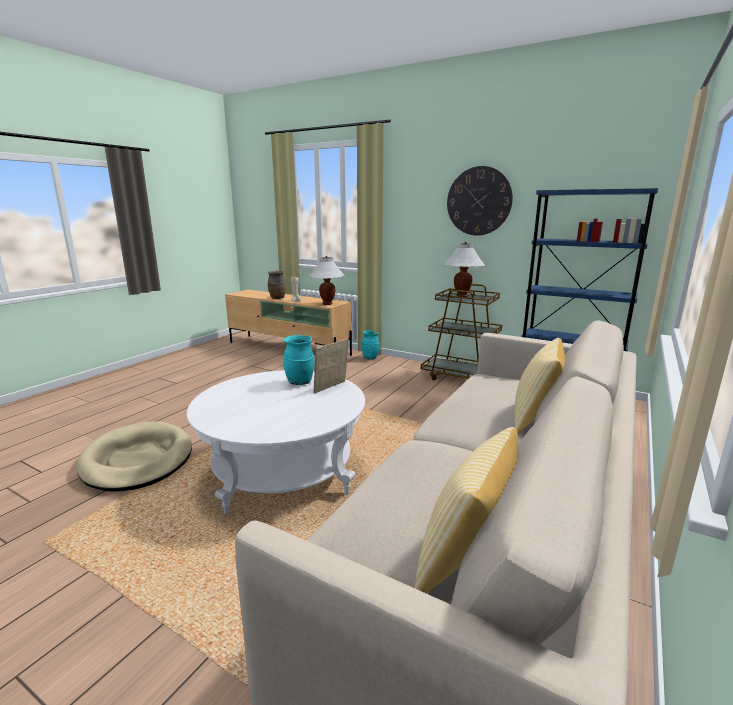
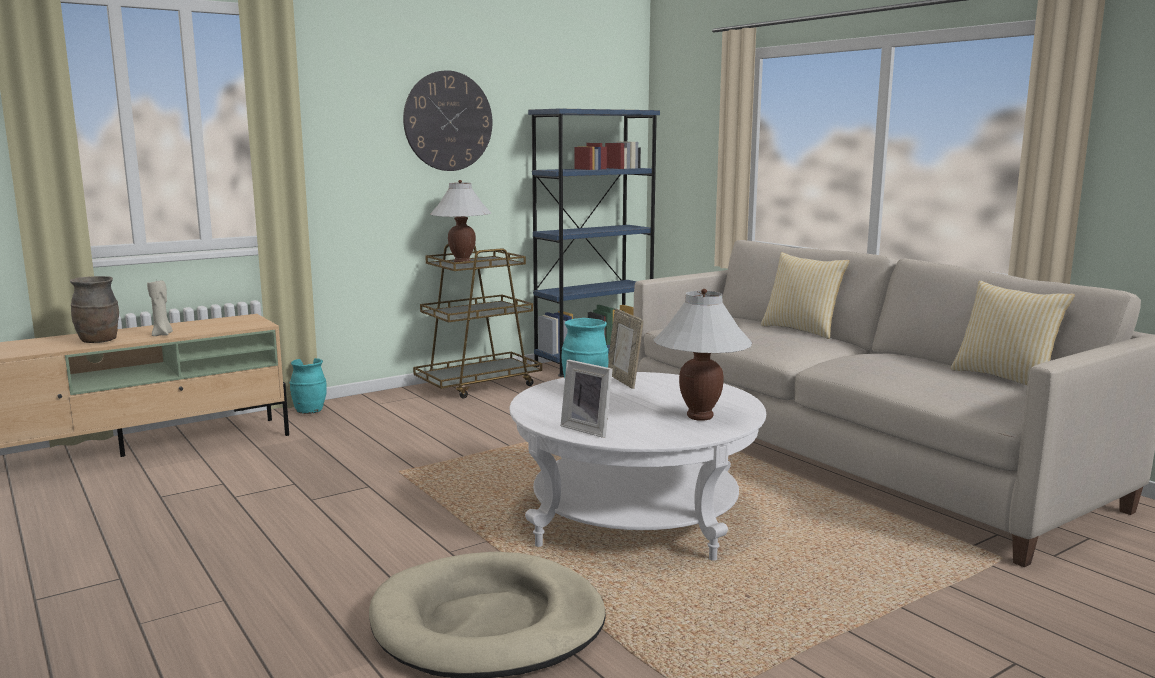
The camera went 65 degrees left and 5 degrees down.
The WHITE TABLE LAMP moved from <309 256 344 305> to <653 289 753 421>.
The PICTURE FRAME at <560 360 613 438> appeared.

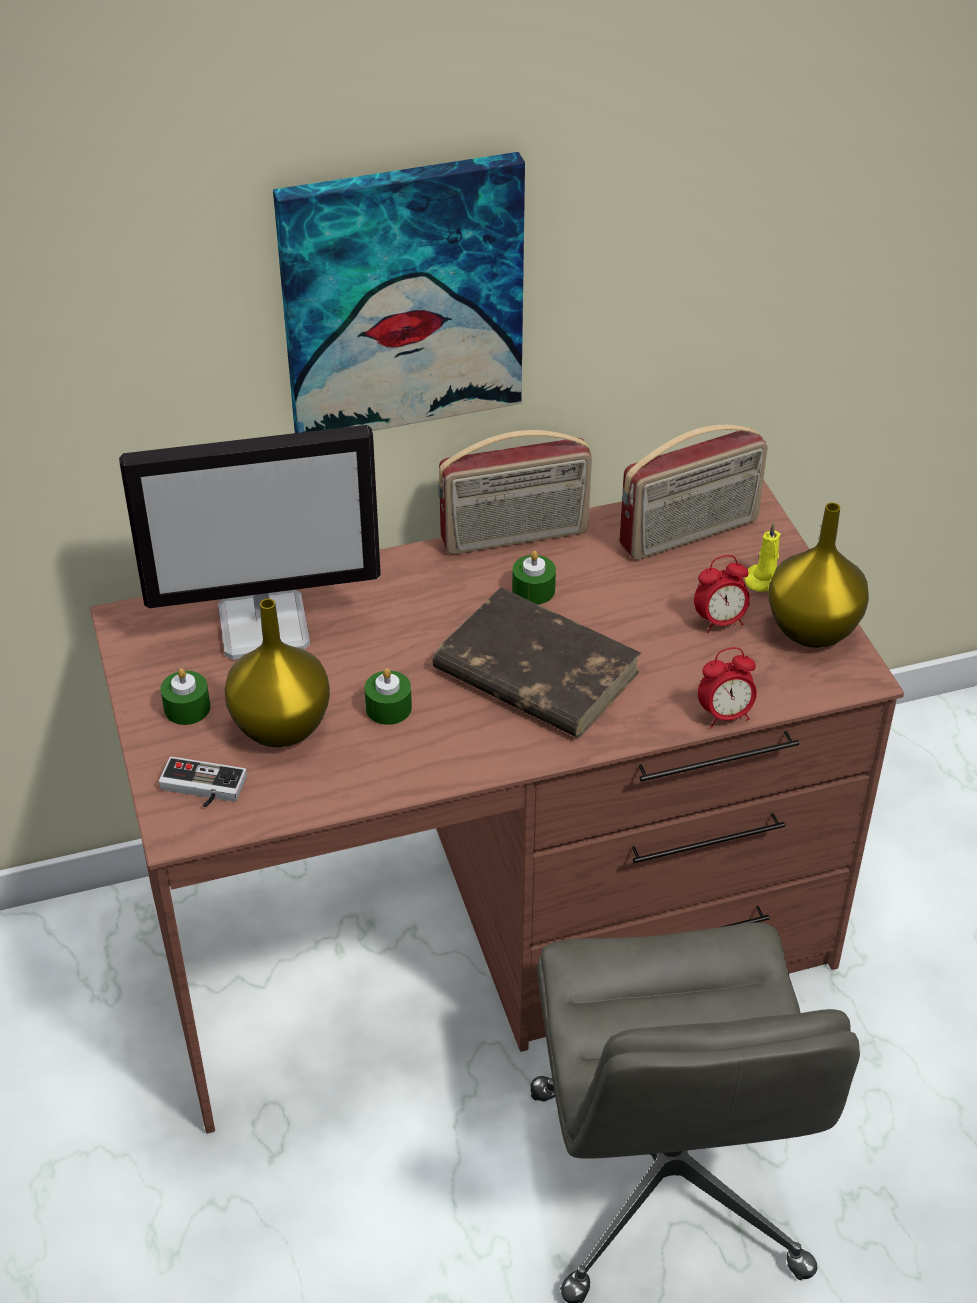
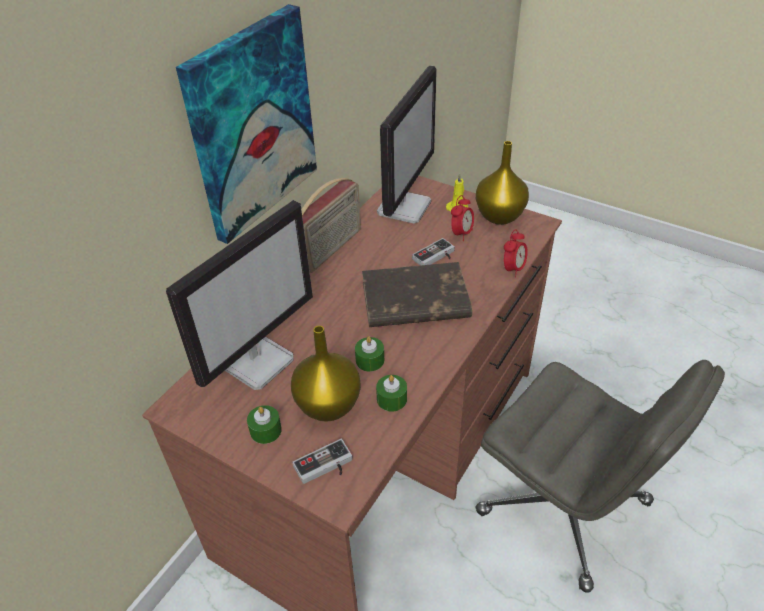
The camera went 40 degrees left and 0 degrees up.
The GREEN CANDLE moved from <512 551 556 605> to <376 375 407 411>.
The RADIO at <619 425 768 560> was replaced by the MONITOR at <377 66 437 223>.
The GAME CONTROLLER at <412 238 455 266> appeared.

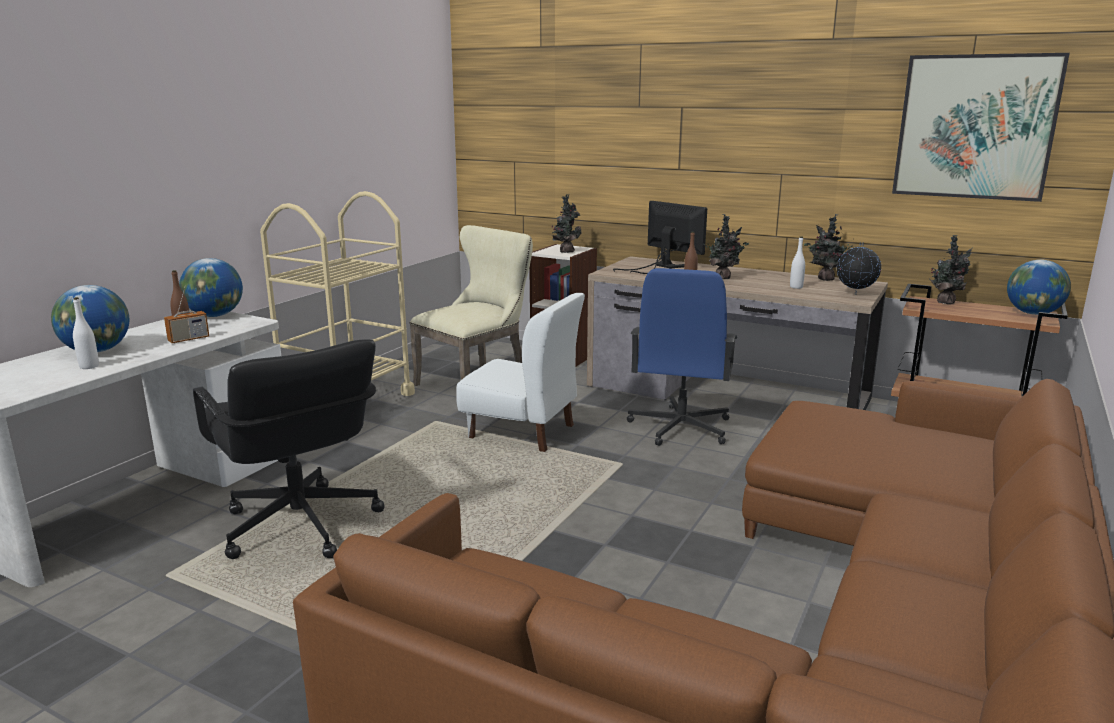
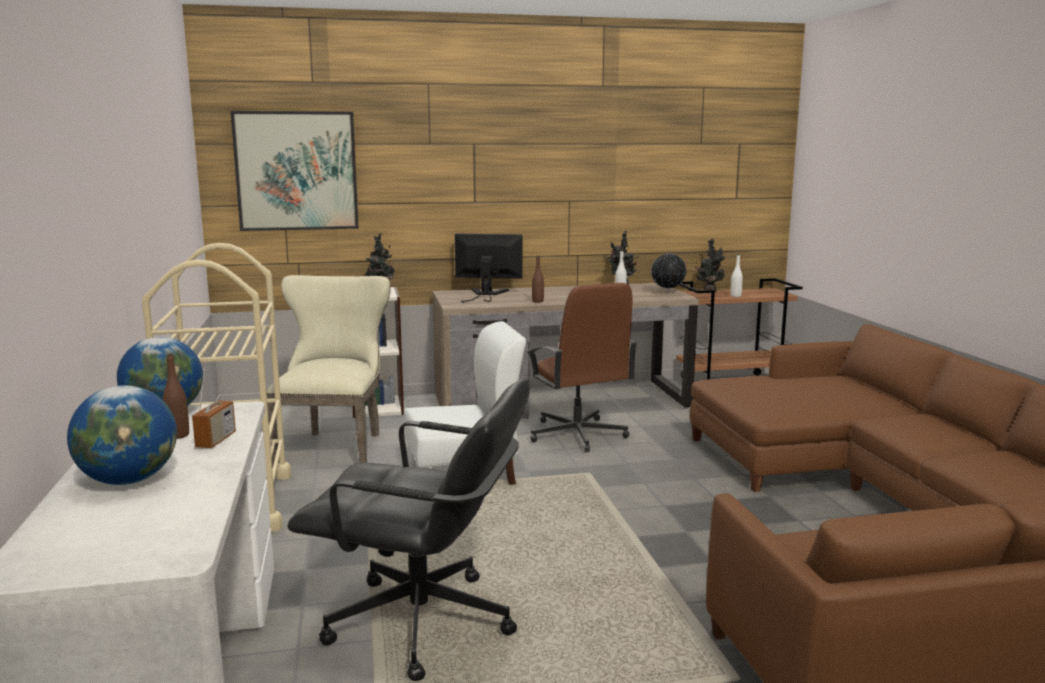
The camera went 40 degrees left and 5 degrees down.
The WHITE BOTTLE moved from <73 297 99 369> to <731 254 743 297>.
The BLUE OFFICE CHAIR at <627 268 737 446> became the BROWN OFFICE CHAIR at <528 283 638 452>.
The POTTED PLANT at <703 214 749 279> disappeared.
The PICTURE moved from <892 53 1070 202> to <230 111 359 231>.
The GLOBE at <1007 260 1071 315> disappeared.

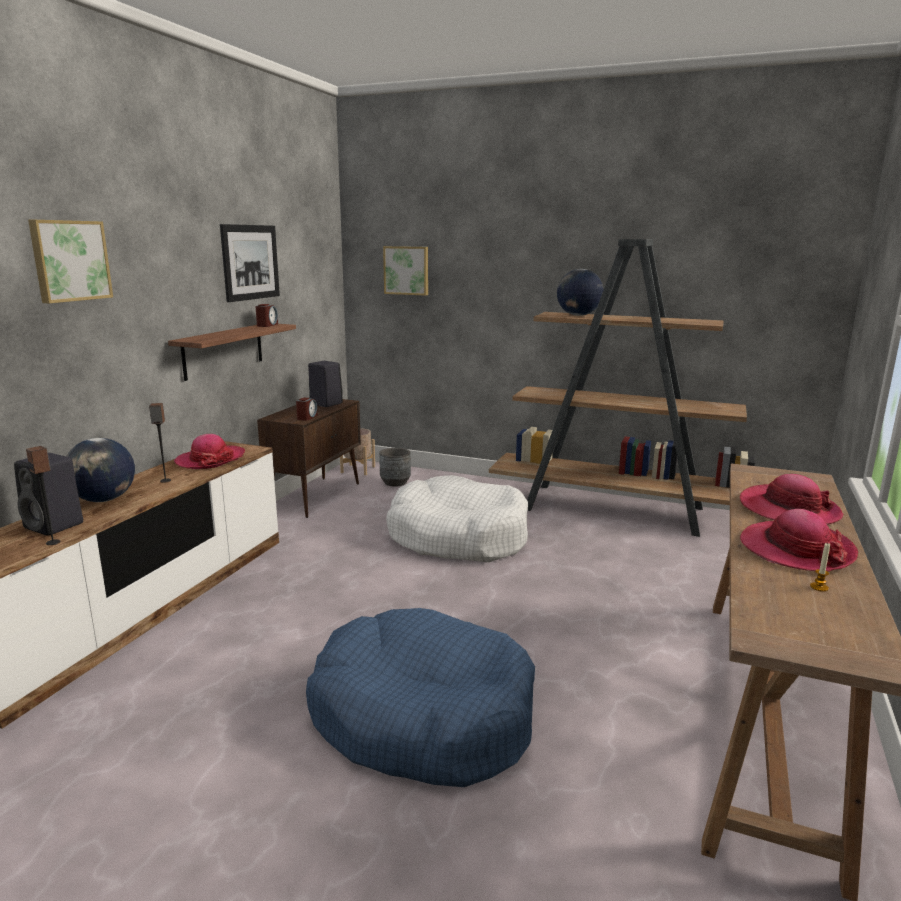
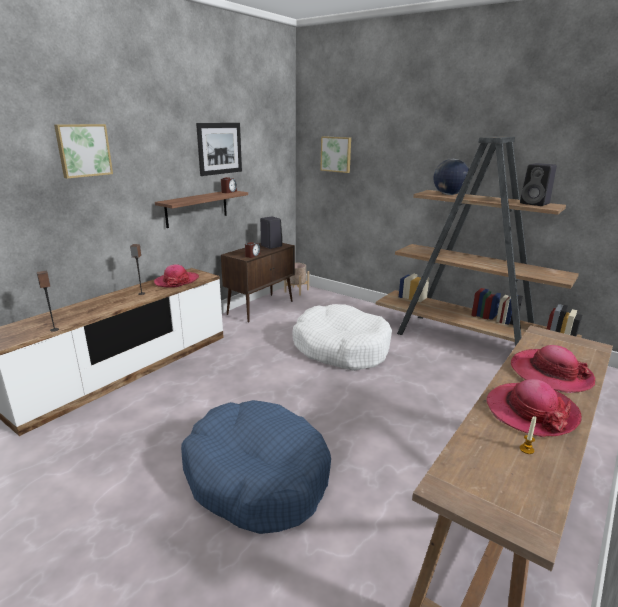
The camera went 15 degrees right and 5 degrees up.
The BLACK SPEAKER moved from <14 453 83 536> to <520 163 557 206>.
The GLOBE at <66 438 135 502> disappeared.
The GREY PLANTER at <379 448 411 487> disappeared.

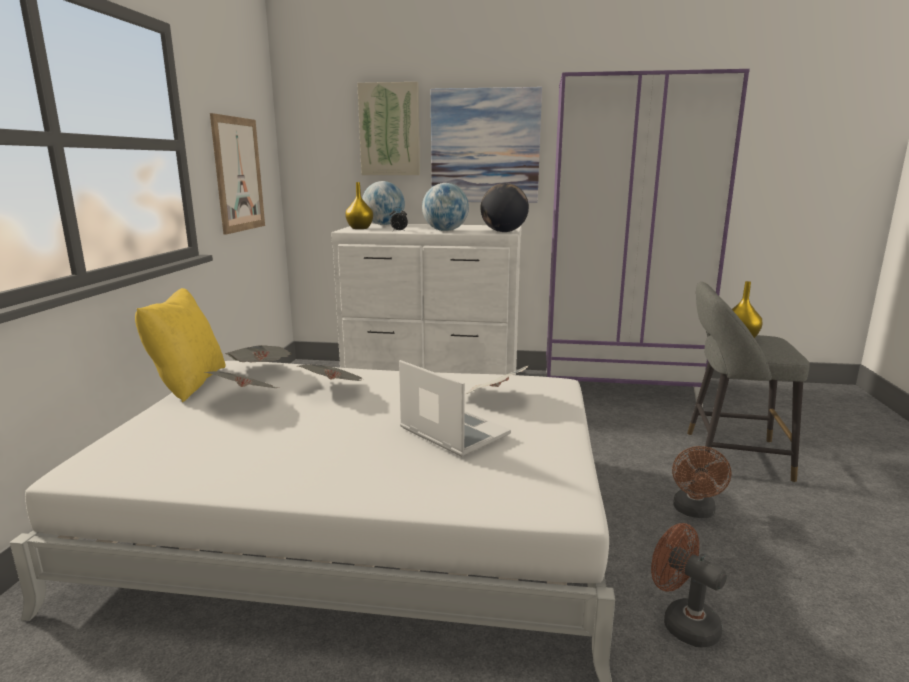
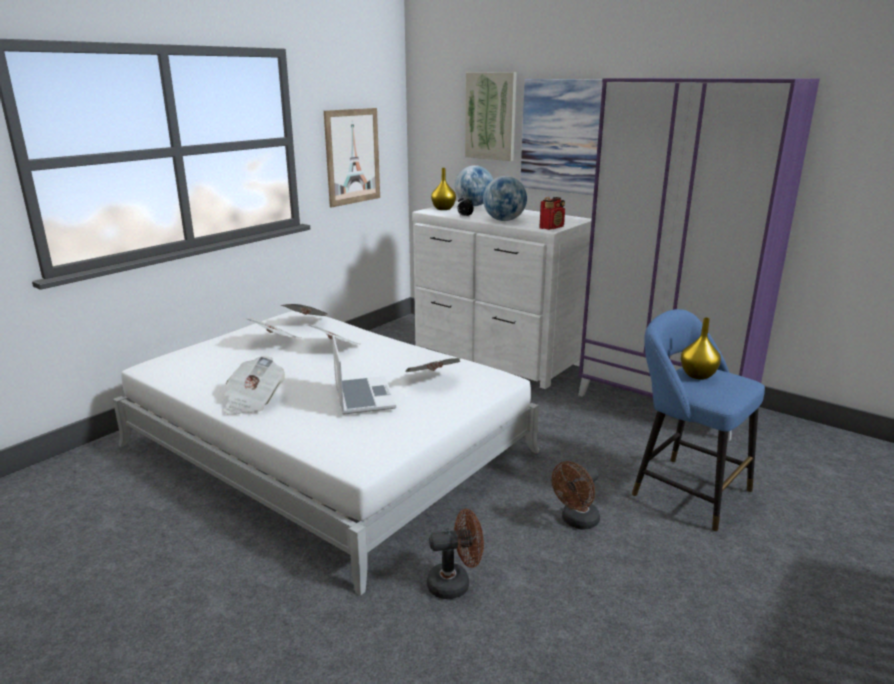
The camera went 30 degrees right and 5 degrees up.
The YELLOW PILLOW at <135 288 226 402> disappeared.
The GLOBE at <481 183 529 232> was replaced by the RADIO at <539 197 565 230>.
The BROWN FAN at <651 523 727 647> turned 90 degrees clockwise.
The GREY STOOL at <687 282 810 482> became the BLUE STOOL at <632 309 765 532>.
The NEWSPAPER at <224 356 285 415> appeared.

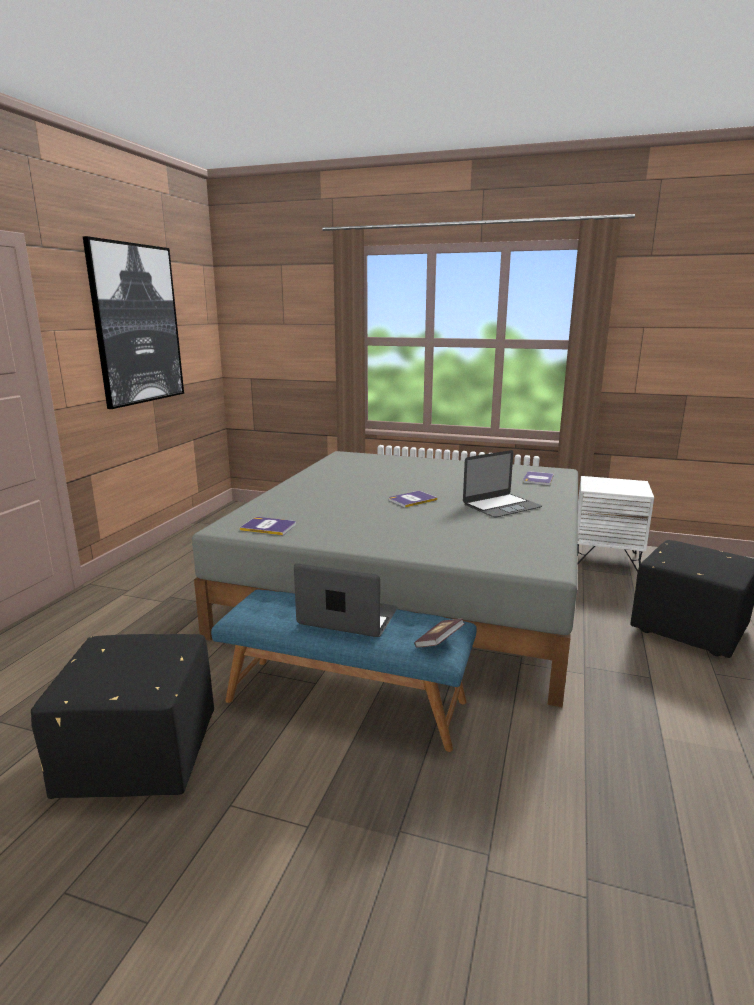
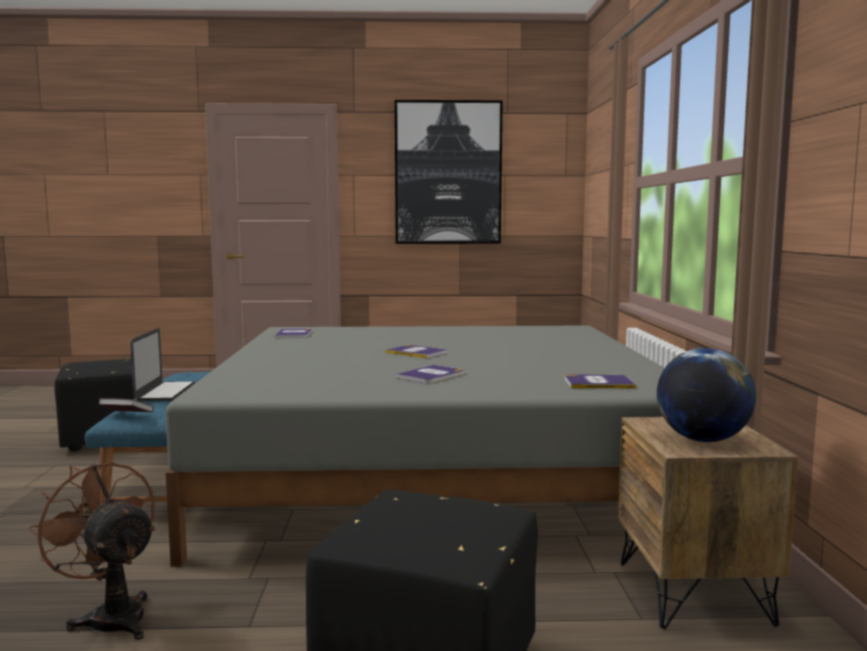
The camera went 70 degrees right and 10 degrees down.
The LAPTOP at <463 450 542 518> was replaced by the BOOK at <395 365 464 383>.
The WHITE NIGHTSTAND at <577 476 654 572> became the BROWN NIGHTSTAND at <618 417 798 629>.
The BROWN FAN at <28 459 156 640> appeared.
The GLOBE at <657 348 756 442> appeared.

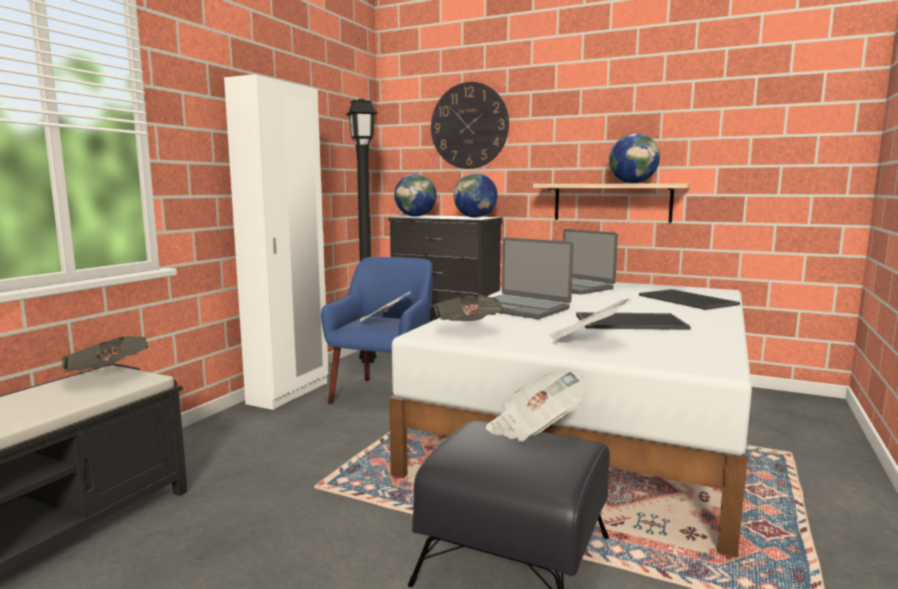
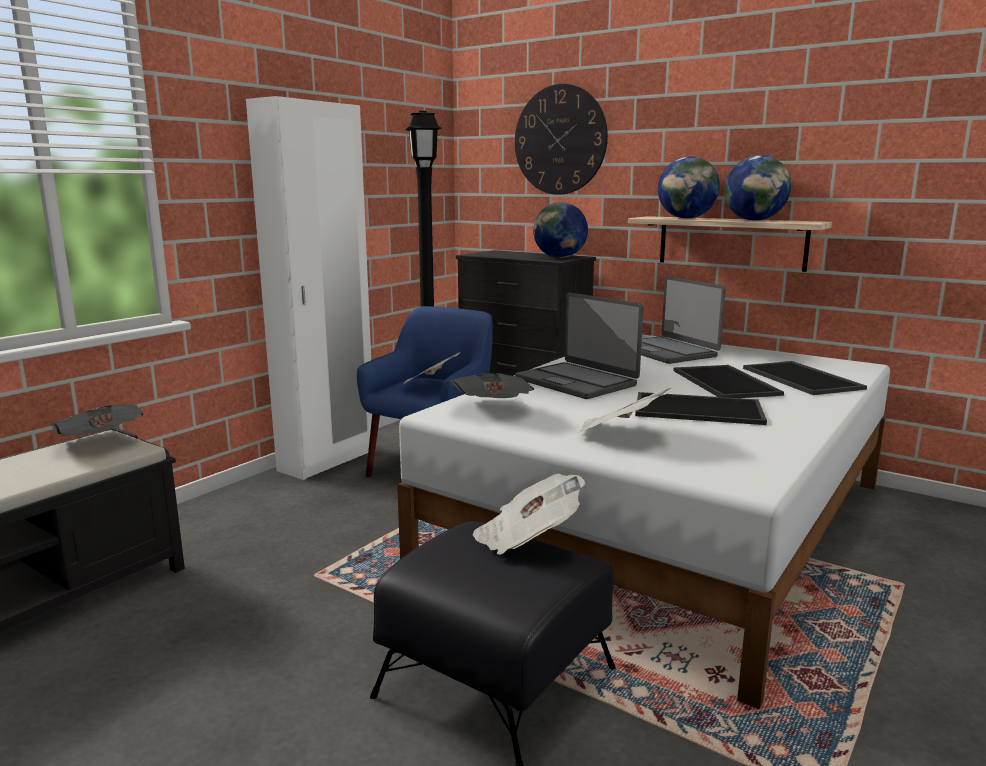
The camera went 10 degrees right and 5 degrees up.
The GLOBE moved from <394 174 437 217> to <658 156 720 218>.
The TRAY at <673 365 784 398> appeared.

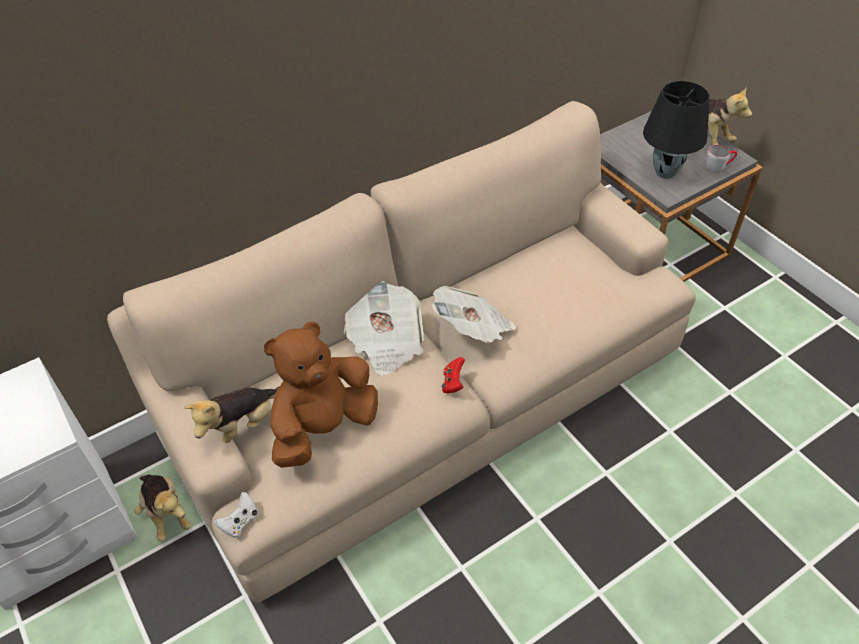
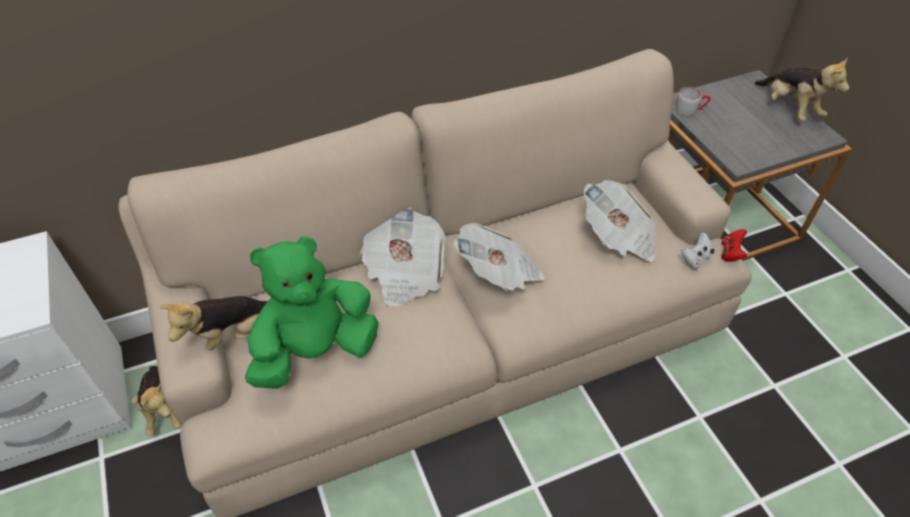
The camera went 10 degrees right and 0 degrees up.
The WHITE GAME CONTROLLER moved from <214 492 258 538> to <681 232 715 269>.
The BROWN PLUSH TOY at <264 322 378 468> became the GREEN PLUSH TOY at <245 236 379 389>.
The RED GAME CONTROLLER moved from <442 357 465 393> to <721 229 747 261>.
The BLACK TABLE LAMP at <643 81 710 179> disappeared.
The GREY MUG moved from <705 145 737 173> to <676 87 711 116>.
The NEWSPAPER at <584 180 657 262> appeared.

